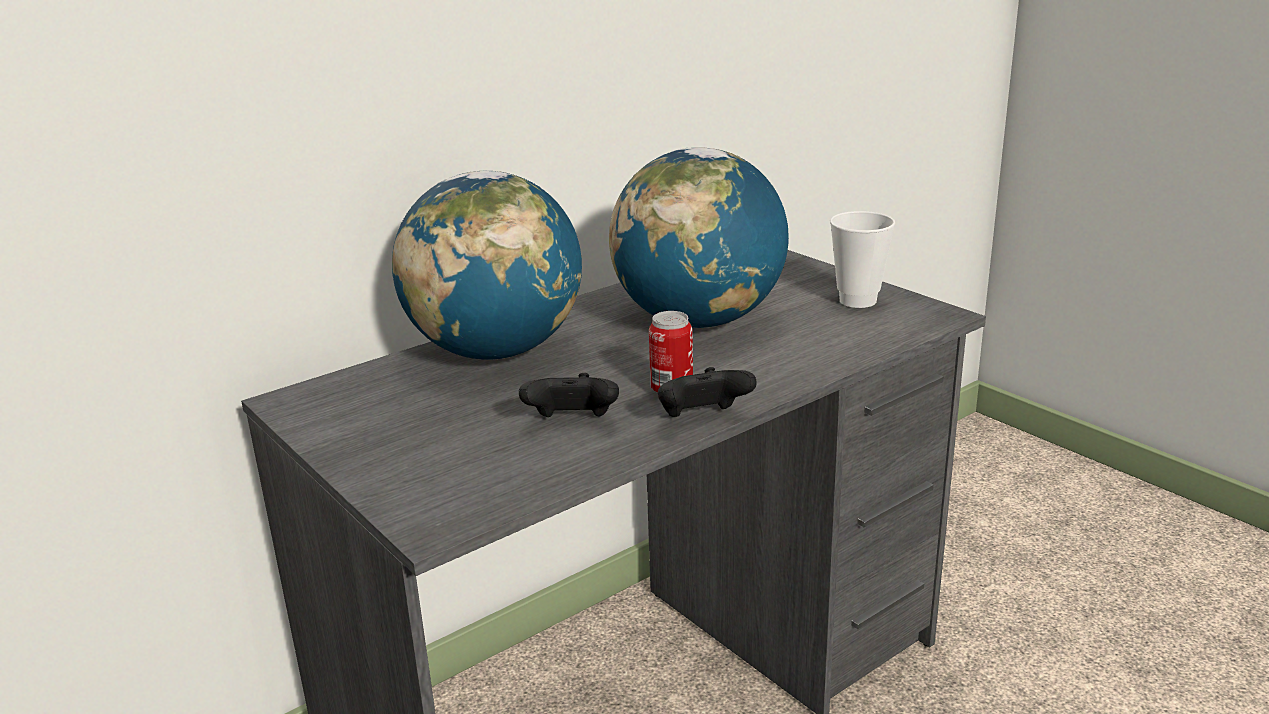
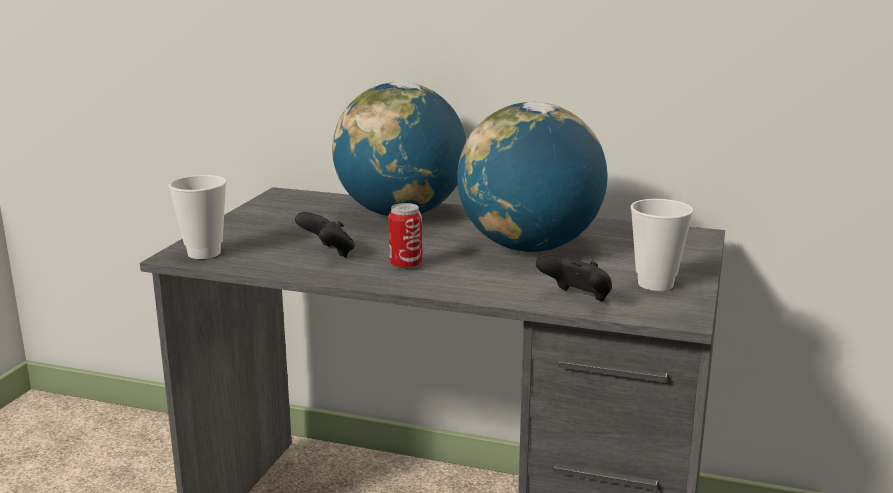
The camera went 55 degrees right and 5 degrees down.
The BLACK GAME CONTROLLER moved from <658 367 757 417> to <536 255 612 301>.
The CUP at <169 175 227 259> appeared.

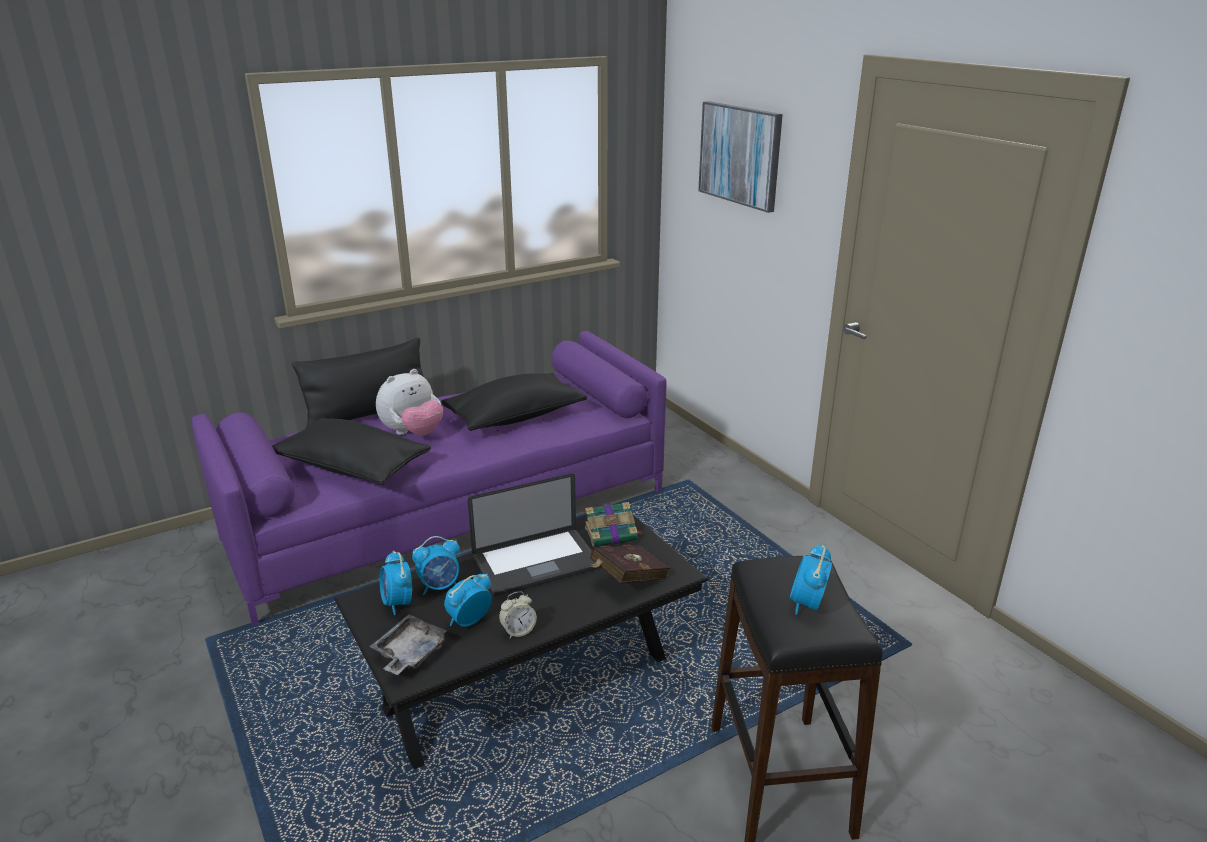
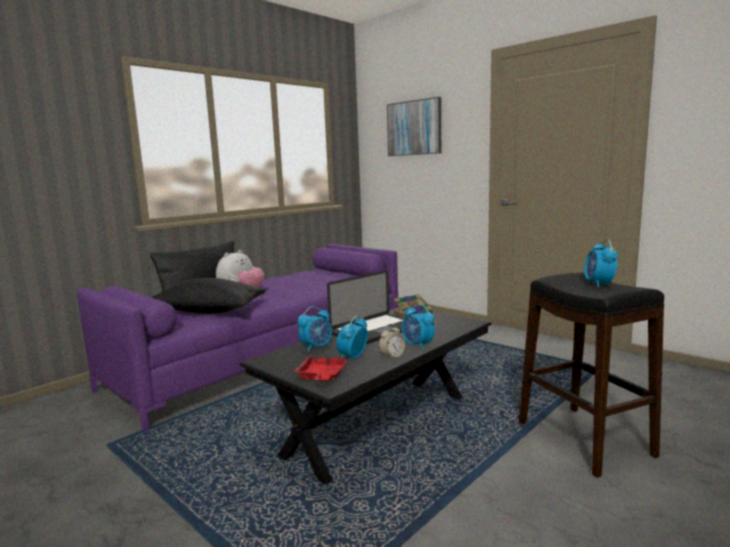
The camera went 15 degrees left and 15 degrees down.
The GREY TRAY at <369 615 450 675> became the RED TRAY at <293 355 348 381>.
The ALARM CLOCK moved from <380 551 412 615> to <402 304 435 350>.
The BLACK PILLOW at <441 373 587 431> disappeared.
The RED BOOK at <590 544 670 583> disappeared.

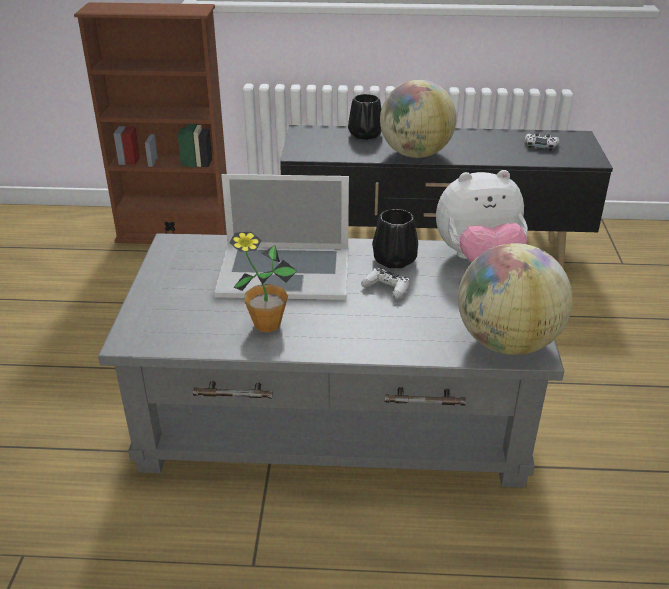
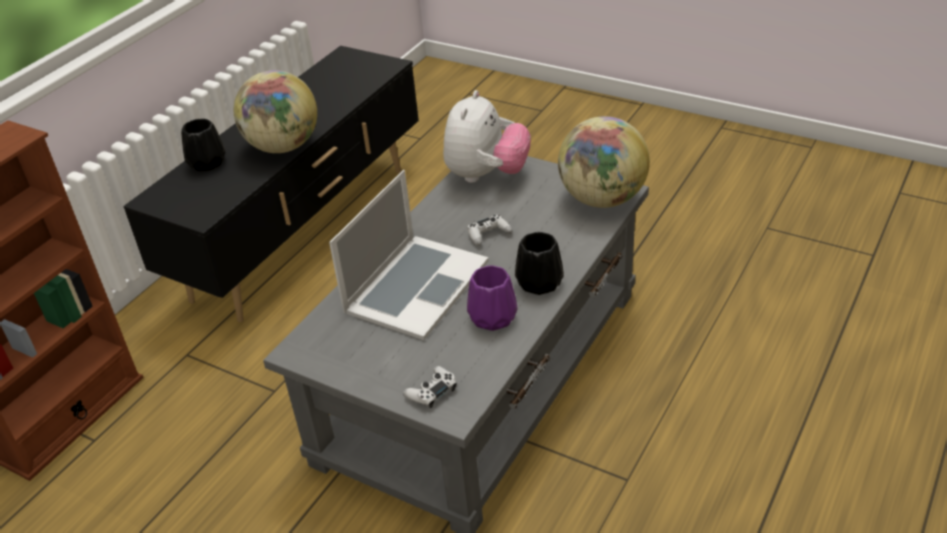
The camera went 60 degrees left and 5 degrees up.
The POTTED PLANT at <229 232 297 332> was replaced by the PURPLE VASE at <467 266 518 331>.
The BLACK VASE moved from <372 209 418 268> to <515 232 564 295>.
The WHITE GAME CONTROLLER moved from <525 132 560 151> to <403 366 457 408>.

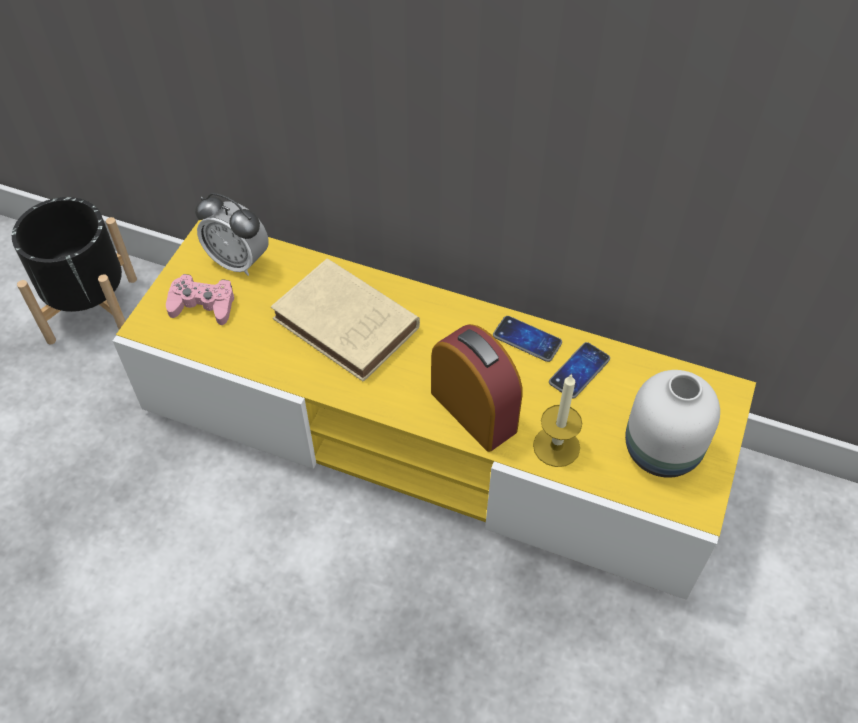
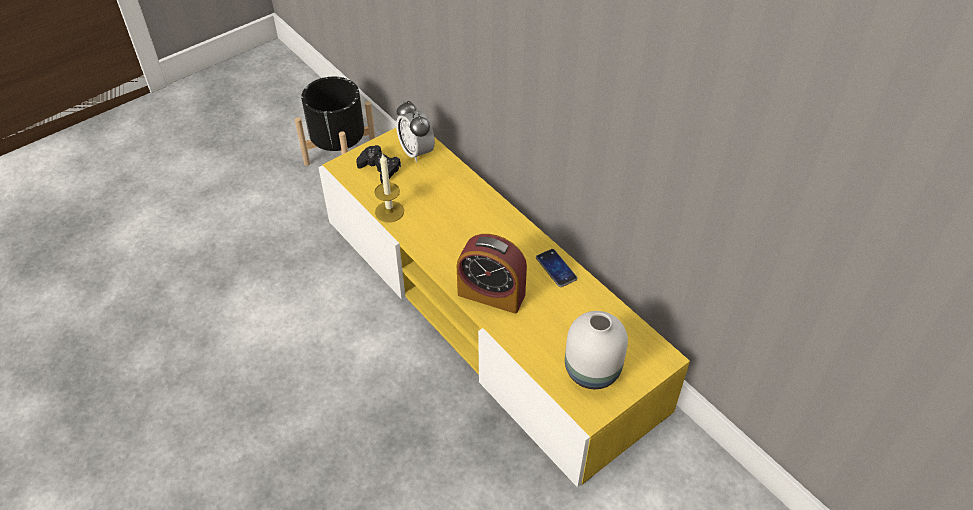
The camera went 30 degrees right and 5 degrees down.
The PINK GAME CONTROLLER at <166 274 234 325> became the BLACK GAME CONTROLLER at <356 145 401 183>.
The BEIGE BOOK at <271 259 420 381> disappeared.
The ALARM CLOCK at <431 324 523 452> turned 120 degrees clockwise.
The CANDLE moved from <533 373 582 467> to <374 154 404 222>.
The PHONE at <549 342 610 399> disappeared.

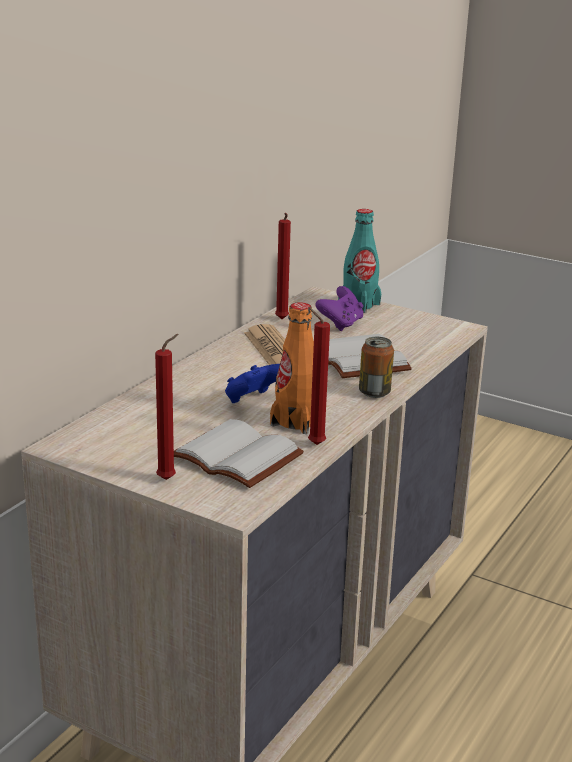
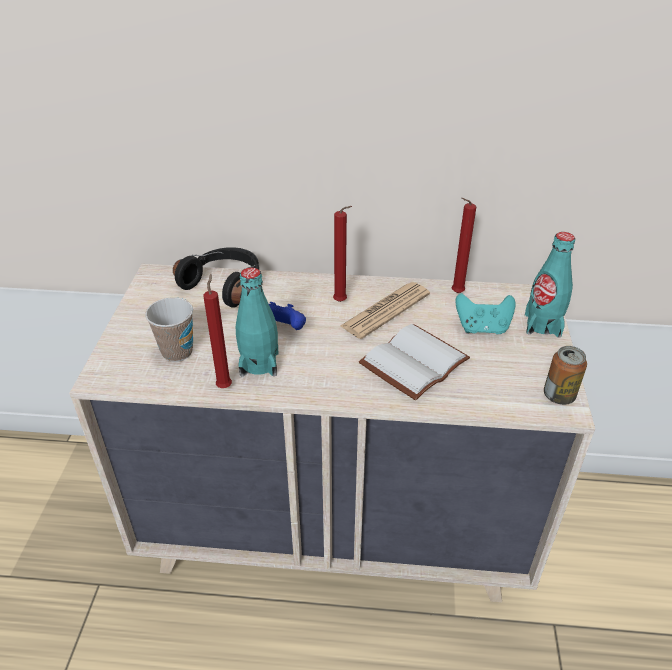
The camera went 65 degrees right and 15 degrees up.
The RED CANDLE moved from <155 334 179 480> to <333 206 352 302>.
The WHITE BOOK at <174 419 304 488> was replaced by the CUP at <145 297 193 362>.
The ORANGE BOTTLE at <270 302 314 434> became the TURQUOISE BOTTLE at <236 267 278 377>.
The PURPLE GAME CONTROLLER at <315 286 363 331> became the TURQUOISE GAME CONTROLLER at <455 293 516 334>.
The CAN moved from <359 337 394 398> to <544 346 587 405>.
The BLACK HEADPHONES at <173 247 259 308> appeared.

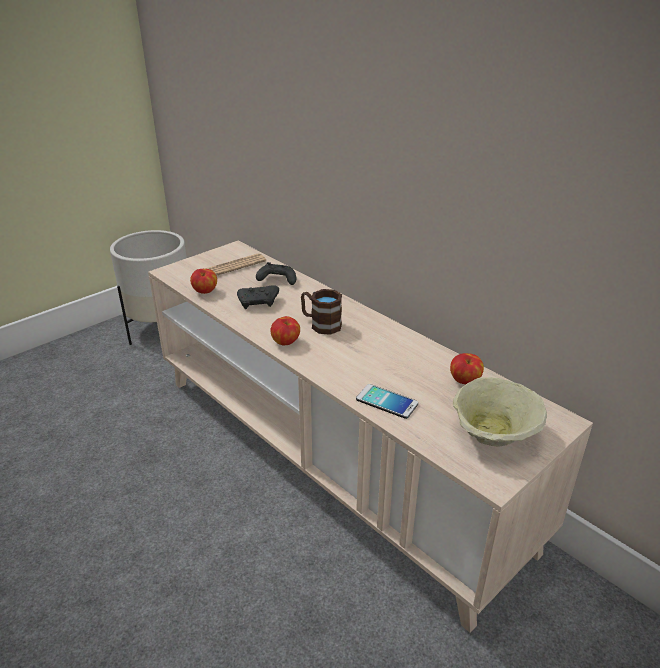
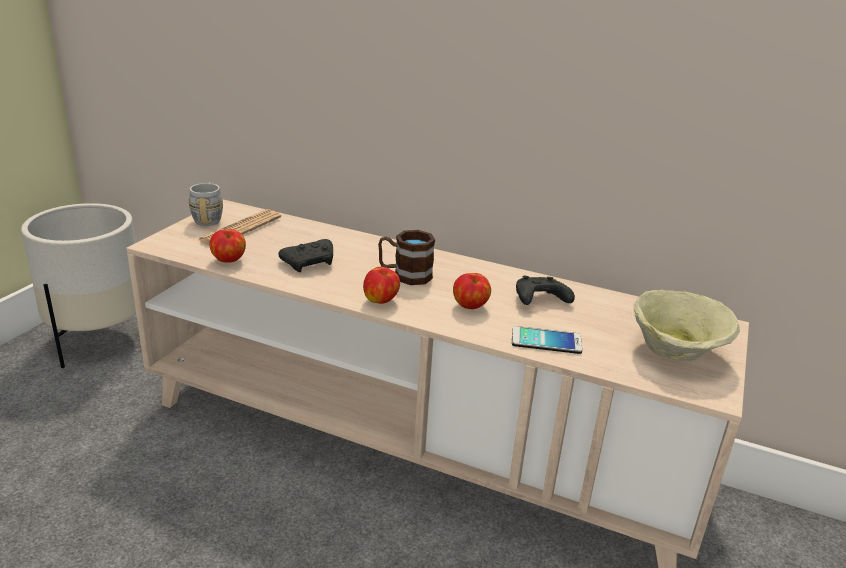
The camera went 25 degrees left and 5 degrees down.
The BLACK GAME CONTROLLER moved from <256 262 296 285> to <516 276 575 305>.
The APPLE moved from <450 353 484 384> to <453 273 491 309>.
The GREY MUG at <189 183 223 226> appeared.

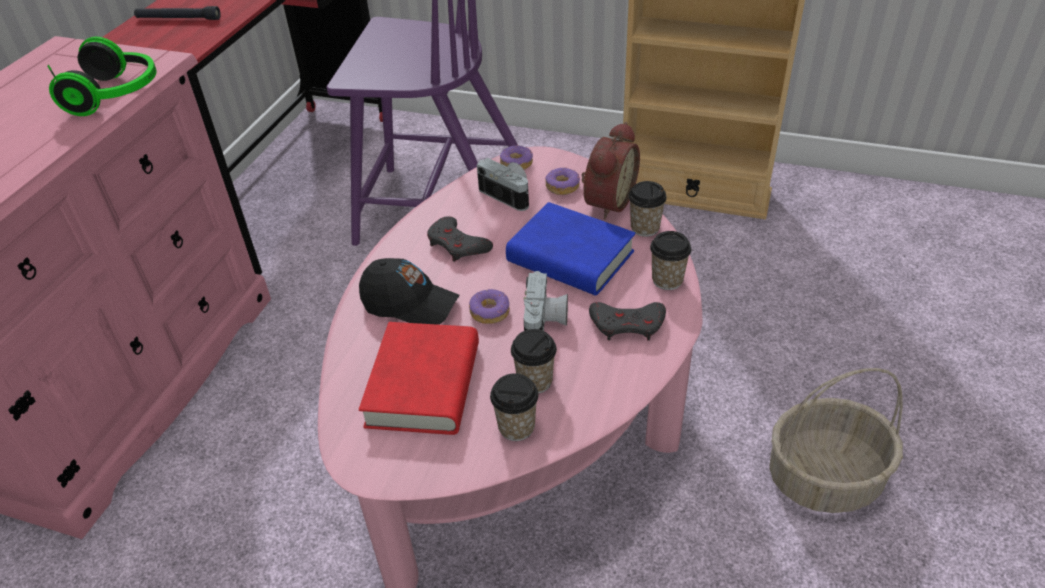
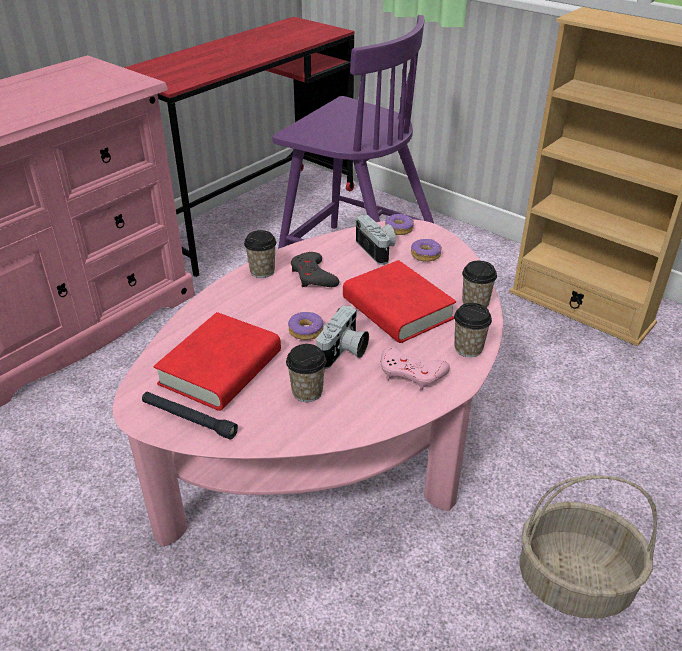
The camera went 20 degrees right and 5 degrees down.
The HEADPHONES at <48 37 157 116> disappeared.
The BLACK FLASHLIGHT moved from <134 6 221 20> to <142 392 238 440>.
The BLACK CAP at <359 258 459 325> disappeared.
The CUP moved from <490 373 539 441> to <244 230 277 278>.
The BLUE BOOK at <506 202 635 296> became the RED BOOK at <343 260 456 343>.
The ALARM CLOCK at <581 122 640 219> disappeared.
The GREY GAME CONTROLLER at <589 302 666 341> became the PINK GAME CONTROLLER at <381 346 450 390>.

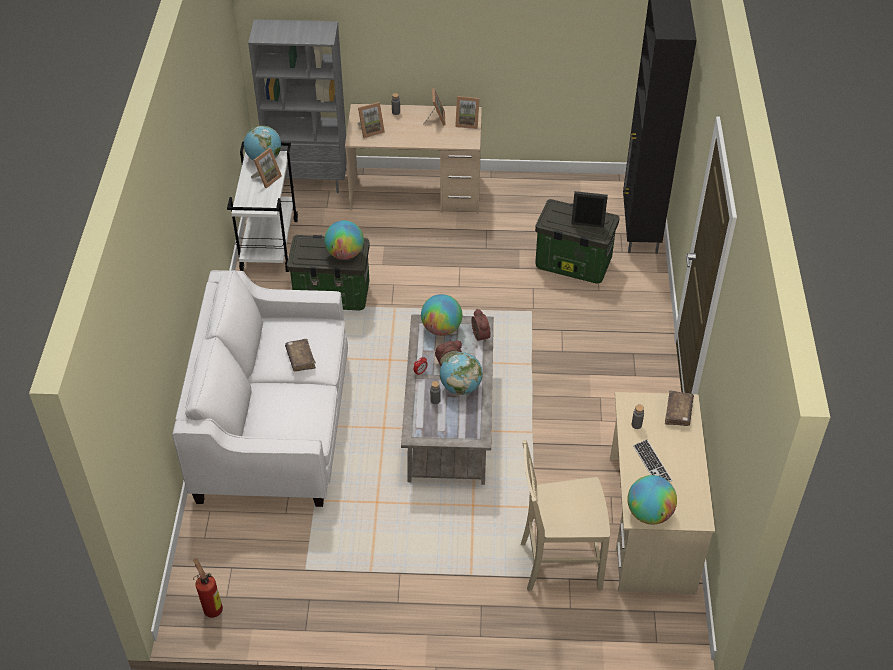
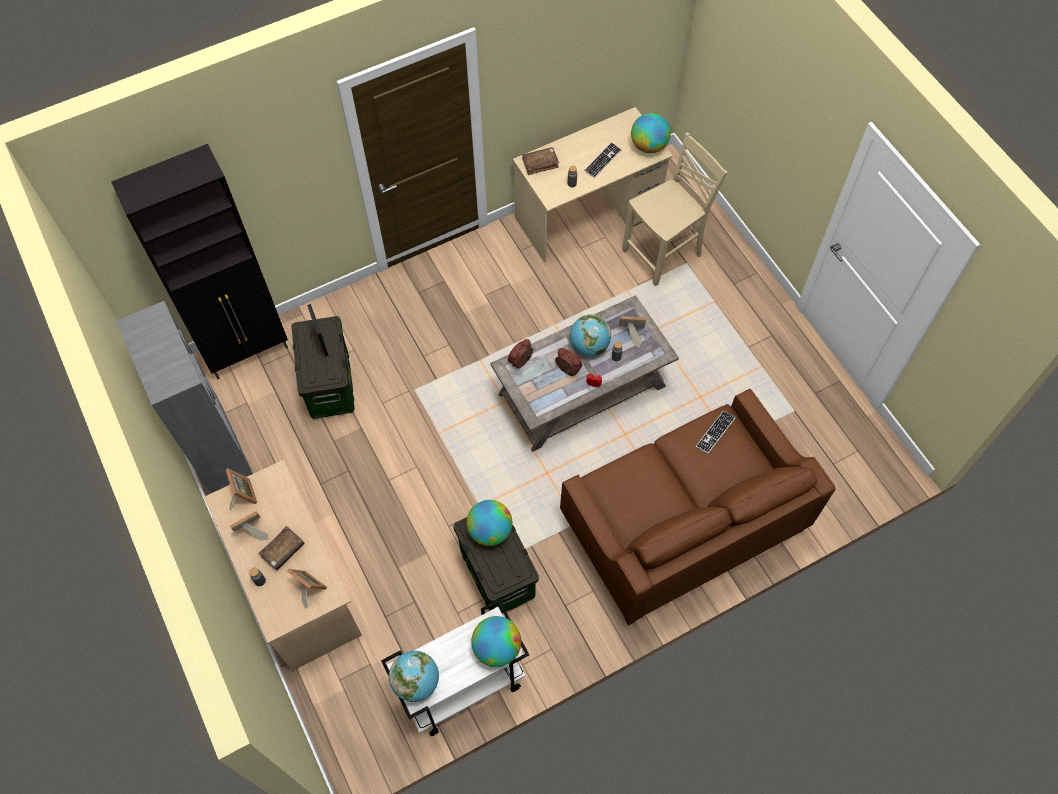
The camera went 120 degrees left and 15 degrees up.
The WHITE SOFA at <172 270 348 507> became the BROWN SOFA at <560 389 836 625>.
The FIRE EXTINGUISHER at <193 558 223 618> disappeared.
The GREY BOOKCASE moved from <248 19 347 193> to <116 301 253 493>.
The PICTURE FRAME moved from <251 148 282 188> to <619 316 646 347>.
The BROWN BOOK moved from <285 339 316 372> to <258 526 305 570>.
The GLOBE moved from <421 294 462 336> to <471 616 521 667>.
The BEIGE CHAIR at <521 440 610 591> turned 90 degrees counterclockwise.
The KEYBOARD at <696 410 736 454> appeared.

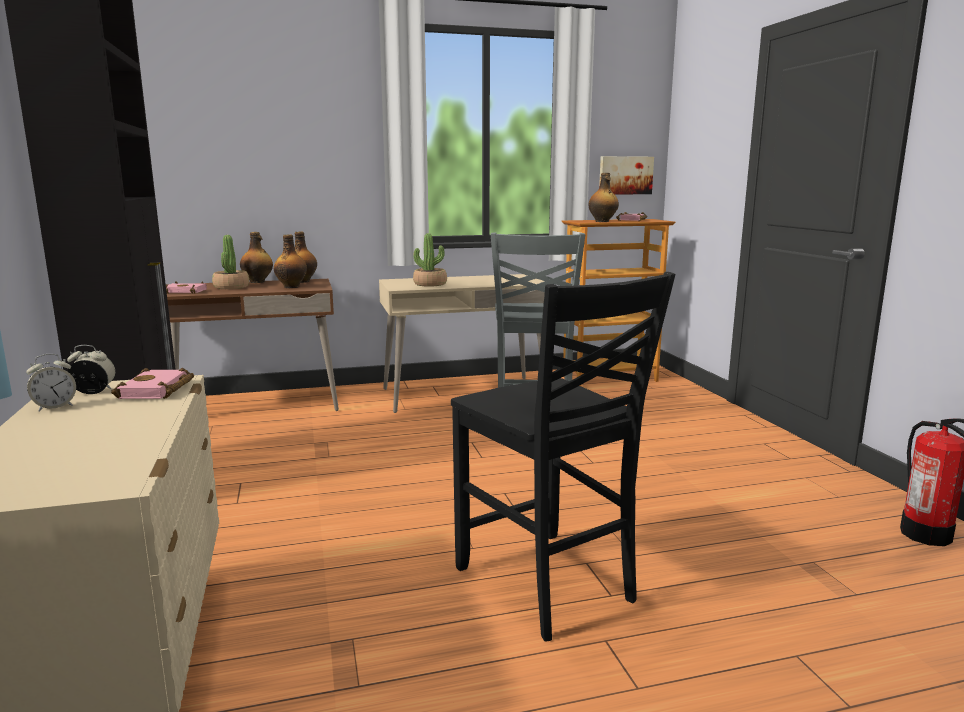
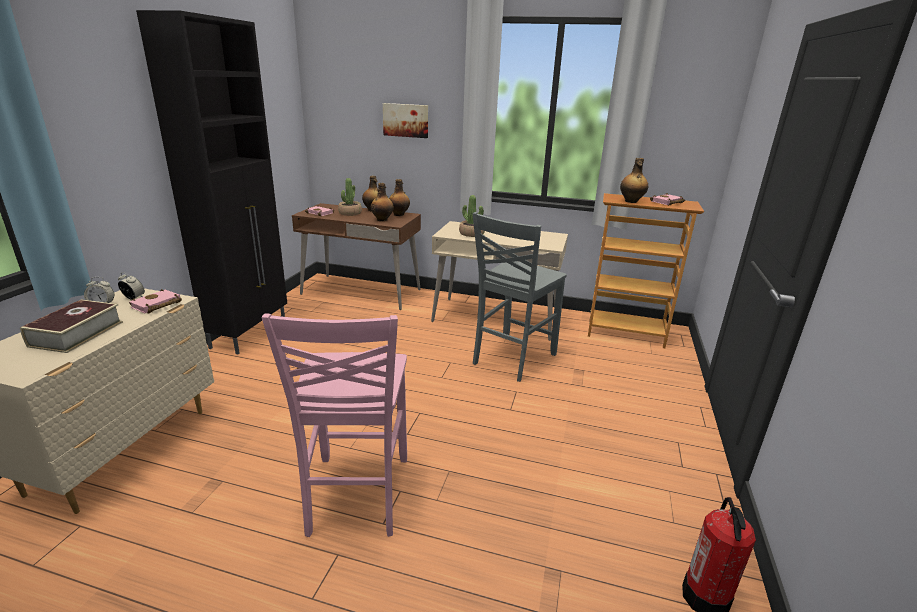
The camera went 30 degrees right and 10 degrees up.
The BLACK CHAIR at <451 272 675 642> became the PINK CHAIR at <262 313 407 537>.
The PICTURE moved from <599 156 654 194> to <383 103 428 138>.
The BOOK at <20 300 123 353> appeared.

